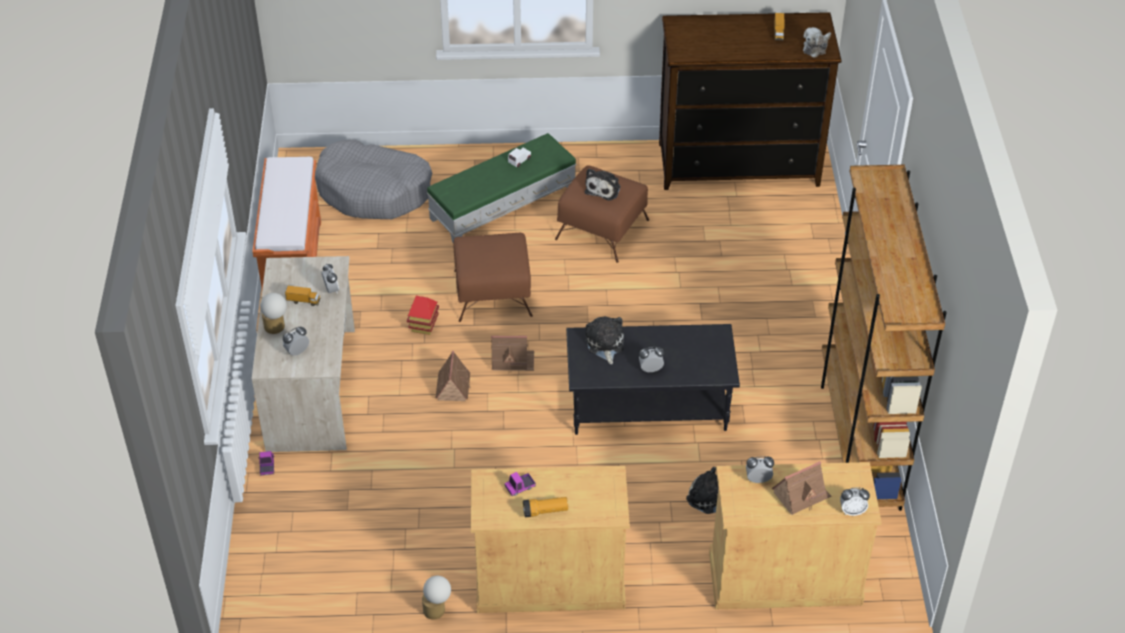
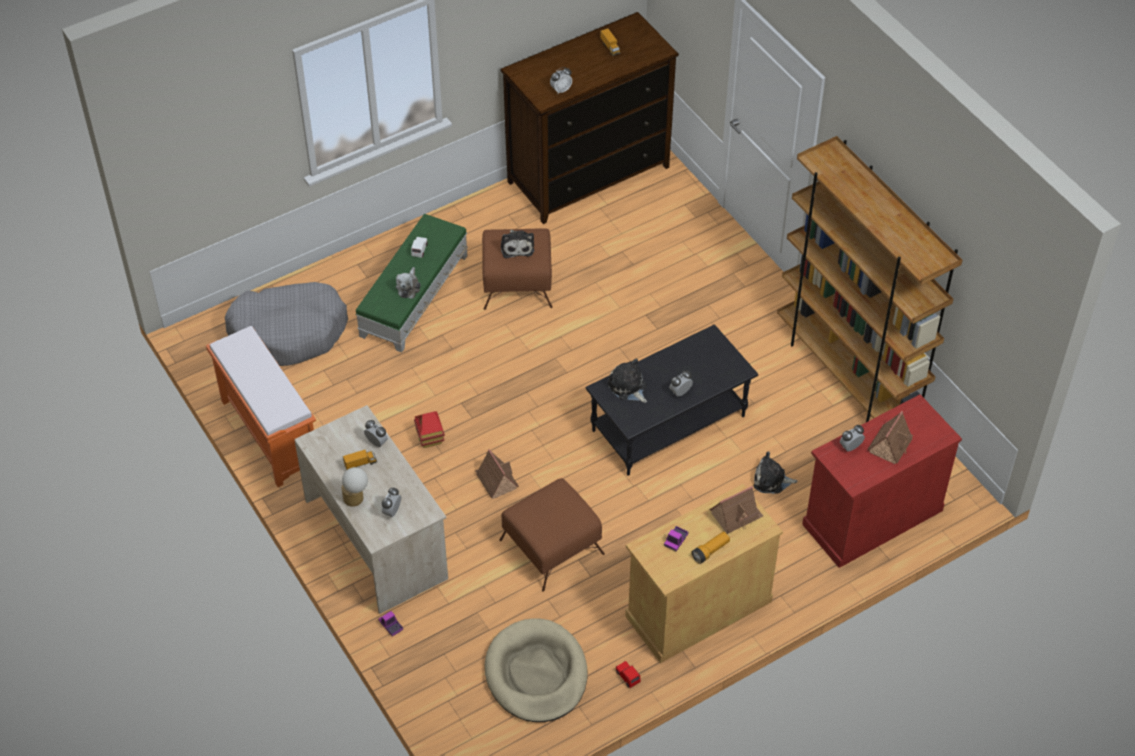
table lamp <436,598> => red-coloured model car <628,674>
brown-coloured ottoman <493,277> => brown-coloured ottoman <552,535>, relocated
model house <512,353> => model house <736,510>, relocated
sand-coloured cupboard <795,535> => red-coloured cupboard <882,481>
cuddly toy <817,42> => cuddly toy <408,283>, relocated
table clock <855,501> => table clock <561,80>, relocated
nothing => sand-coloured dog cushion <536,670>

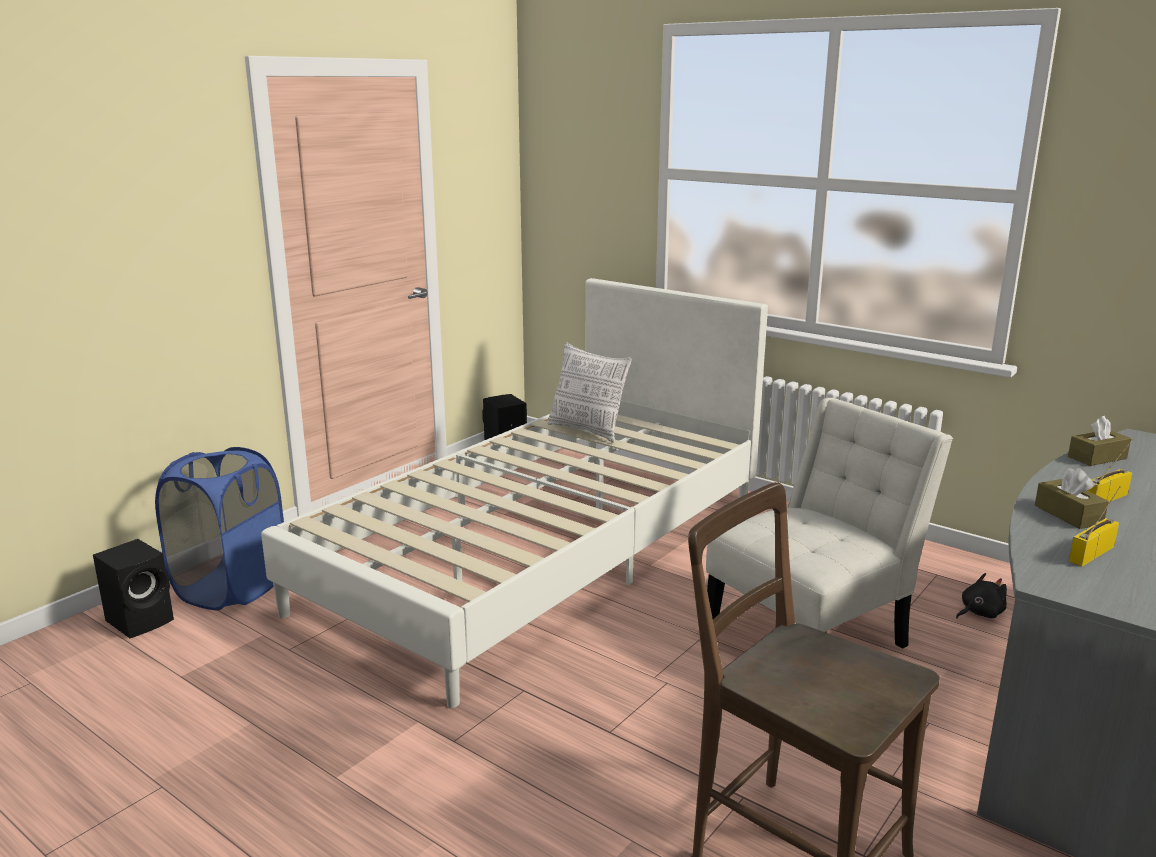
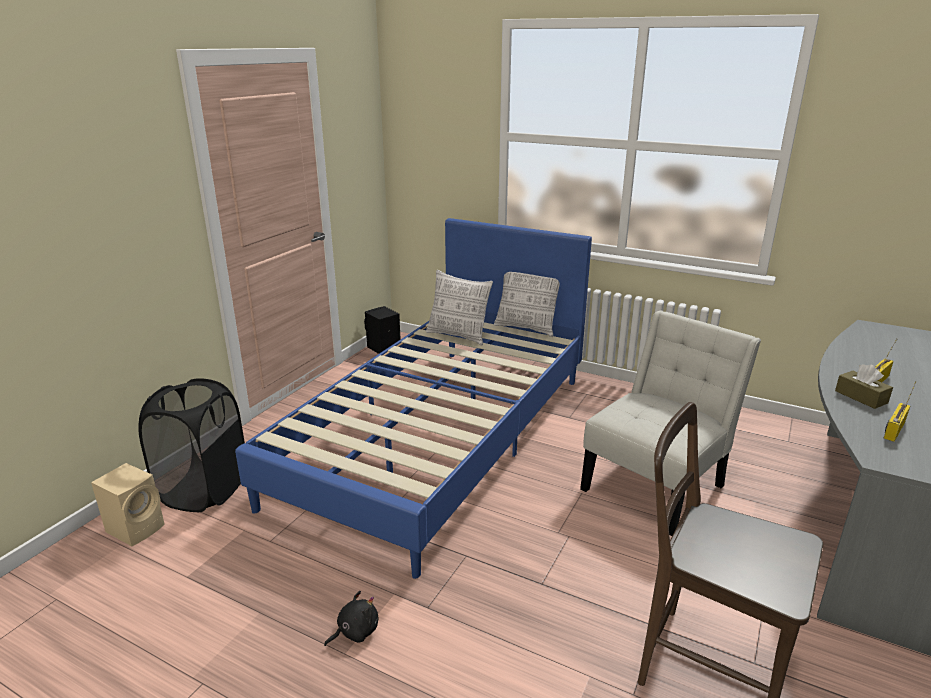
black-coloured audio speaker <133,588> => sand-coloured audio speaker <128,504>
blue-coloured hamper <219,528> => black-coloured hamper <191,445>
white sleeping bed <514,493> => blue-coloured sleeping bed <413,398>
black-coloured cuddly toy <981,596> => black-coloured cuddly toy <351,618>, relocated
brown-coloured tissue holder <1099,441> => nothing
nothing => throw pillow <527,304>

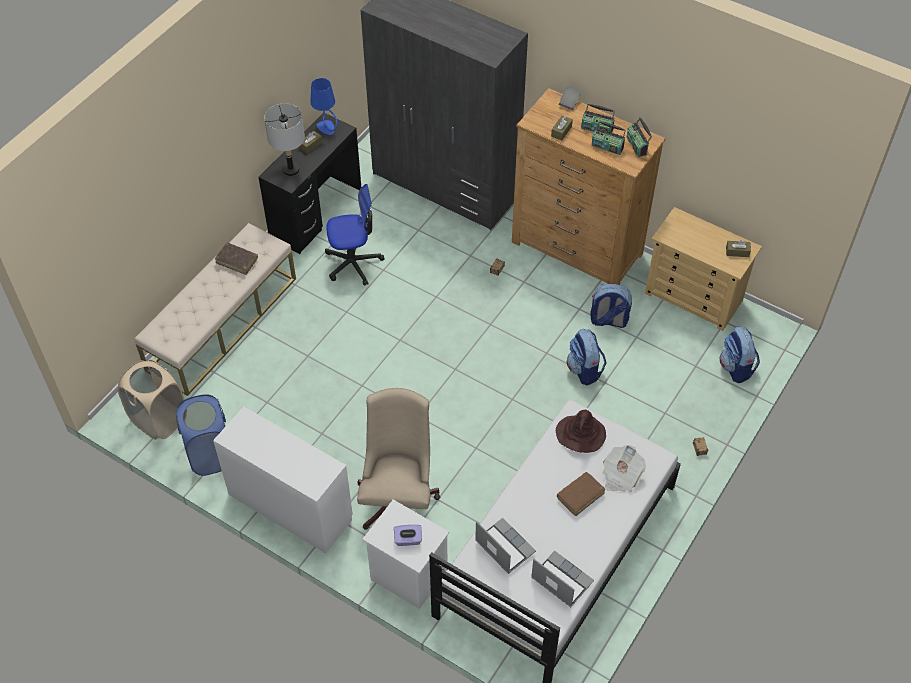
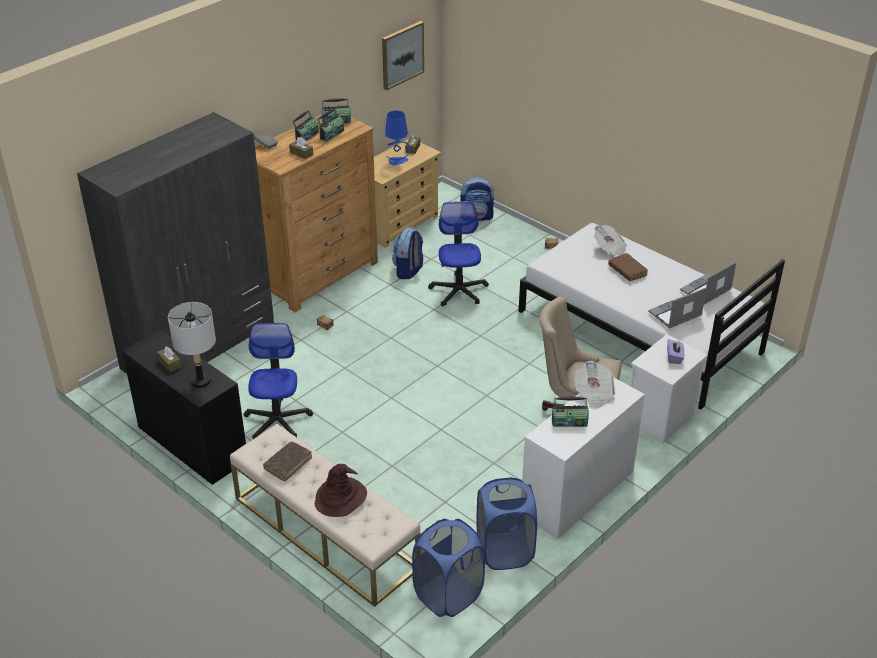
sand-coloured hamper <151,400> => blue-coloured hamper <448,568>
blue-coloured table lamp <323,106> => blue-coloured table lamp <397,137>, relocated
brown-coloured wearable hat <581,431> => brown-coloured wearable hat <341,490>, relocated
backpack <586,356> => desk chair <458,253>
nothing => picture <403,56>
nothing => radio receiver <570,412>
nothing => newspaper <594,385>

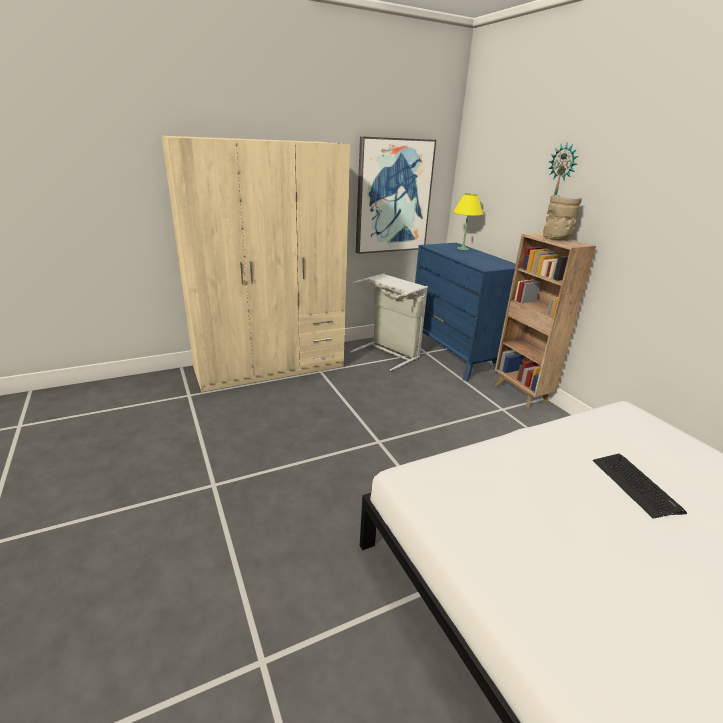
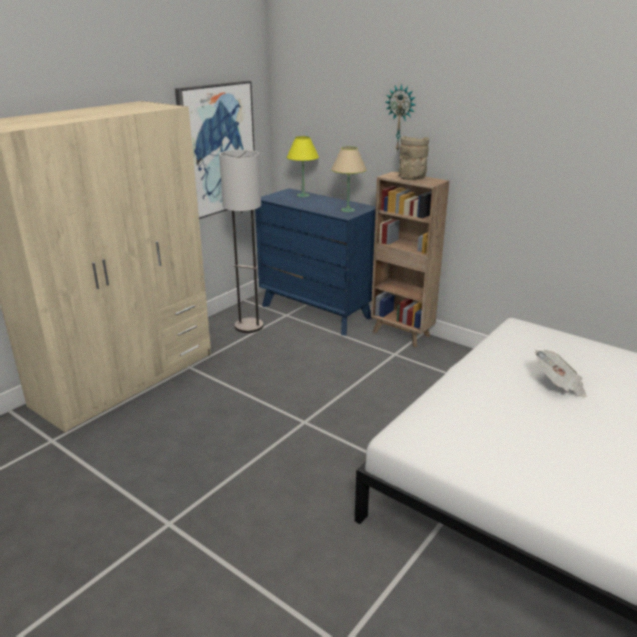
gray hamper <389,322> => standing lamp <241,241>
computer keyboard <640,486> => newspaper <561,373>
nothing => sand-coloured table lamp <349,179>

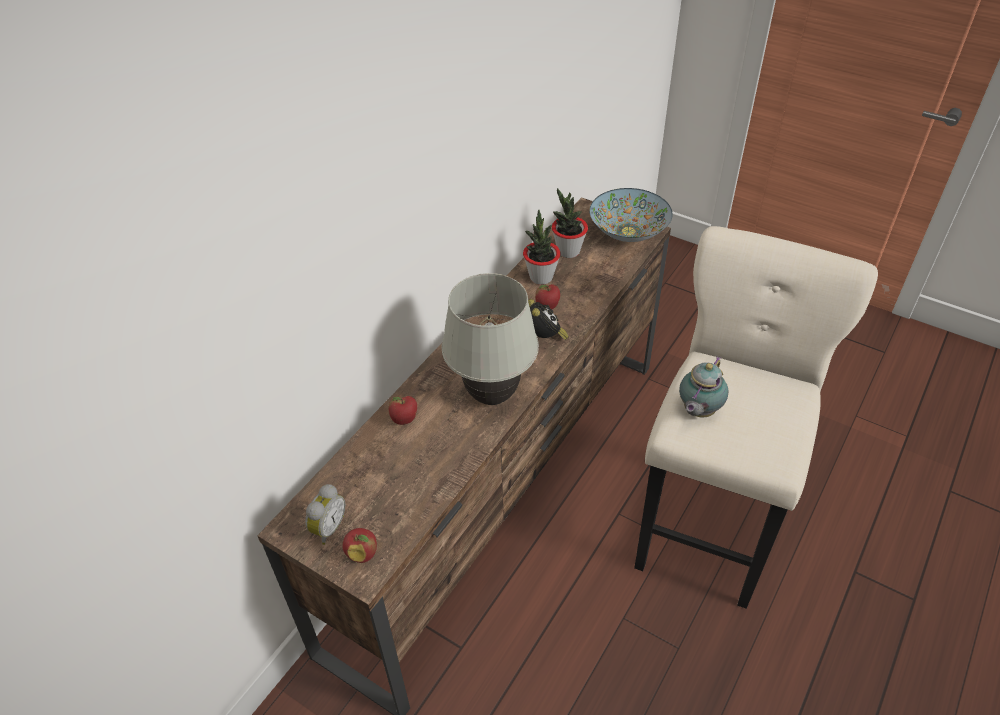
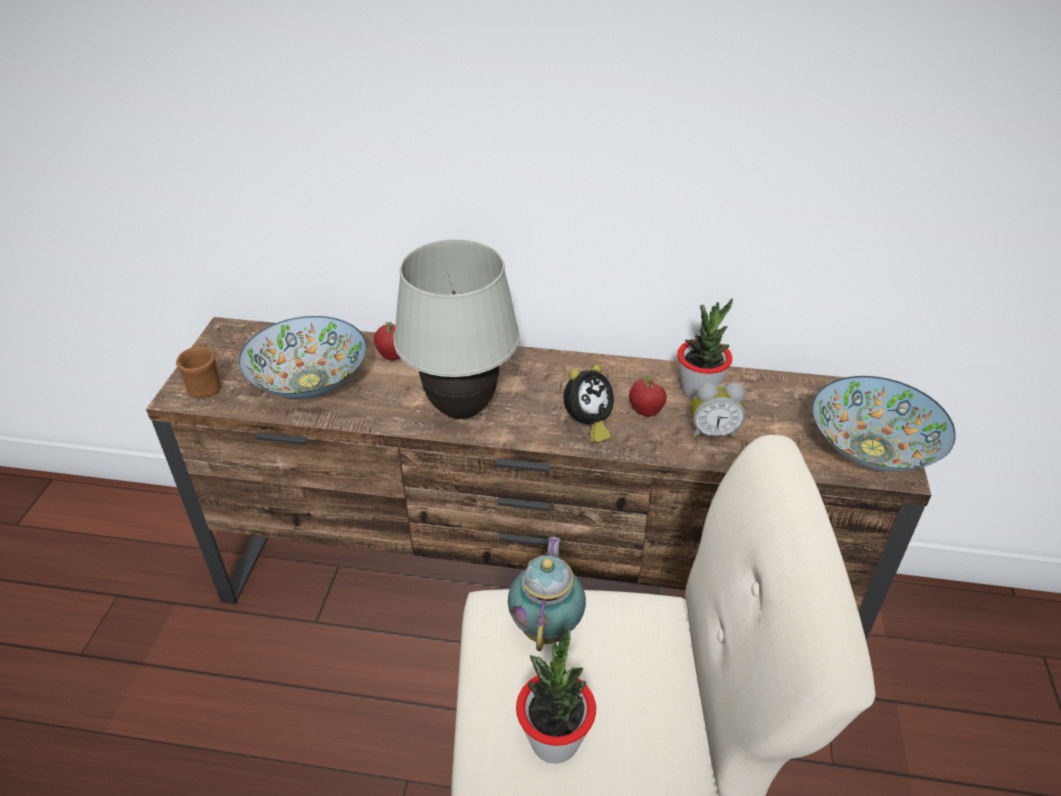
table clock <325,514> => table clock <718,410>, relocated
apple fruit <359,545> => brown-coloured tea mug <198,371>
plant in a pot <570,223> => plant in a pot <556,695>, relocated
tea pot <704,386> => tea pot <547,594>, 90 degrees clockwise
nothing => deep dish <302,357>

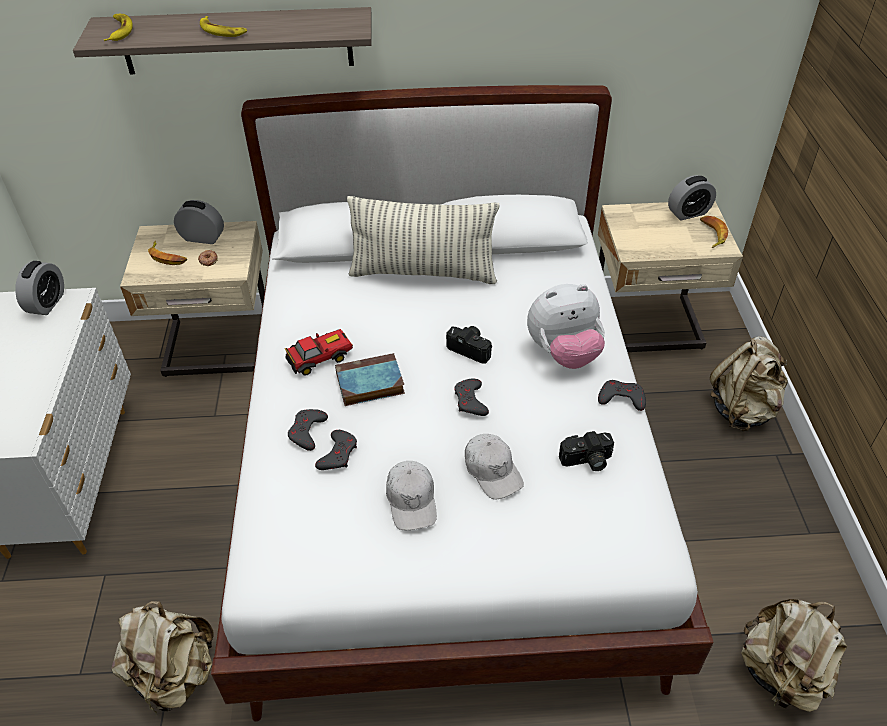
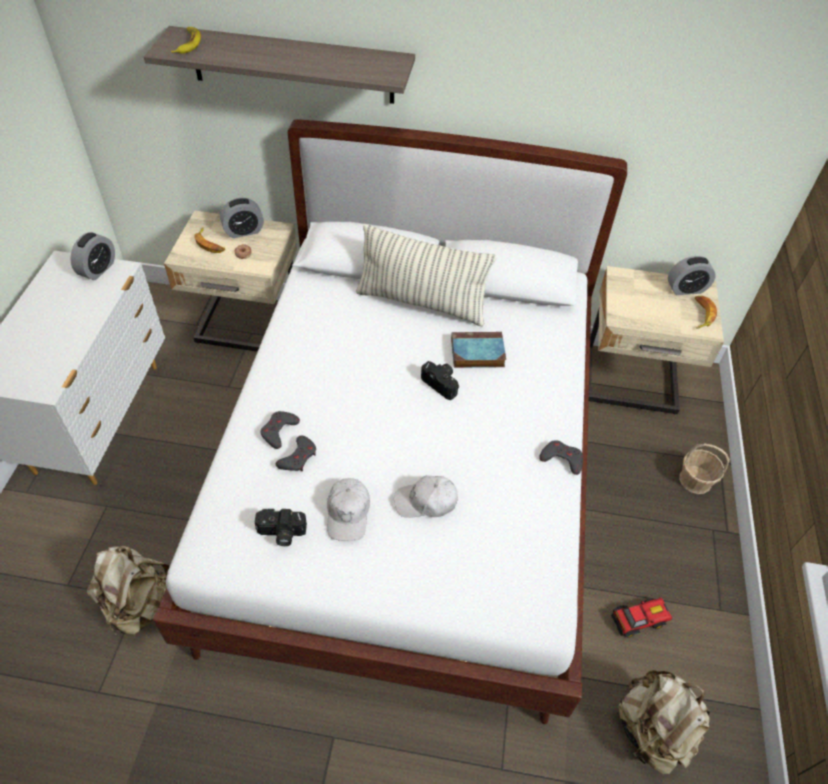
table clock <199,222> => table clock <242,218>, 135 degrees clockwise
whole banana <223,26> => nothing
model car <319,352> => model car <641,618>, relocated
book <370,379> => book <478,350>, relocated
gray gamepad <471,397> => nothing
white cap <494,466> => white cap <426,497>, 105 degrees clockwise
cuddly toy <566,326> => nothing
photo camera <586,451> => photo camera <281,527>, relocated
sand-coloured backpack <749,383> => basket <704,469>

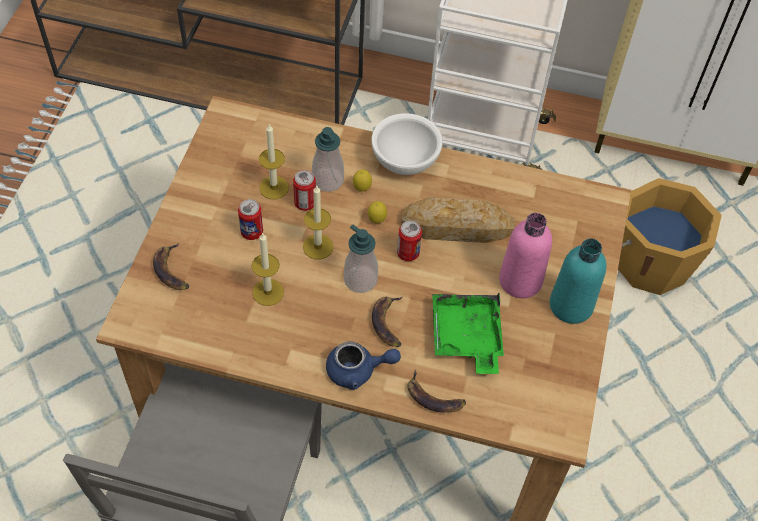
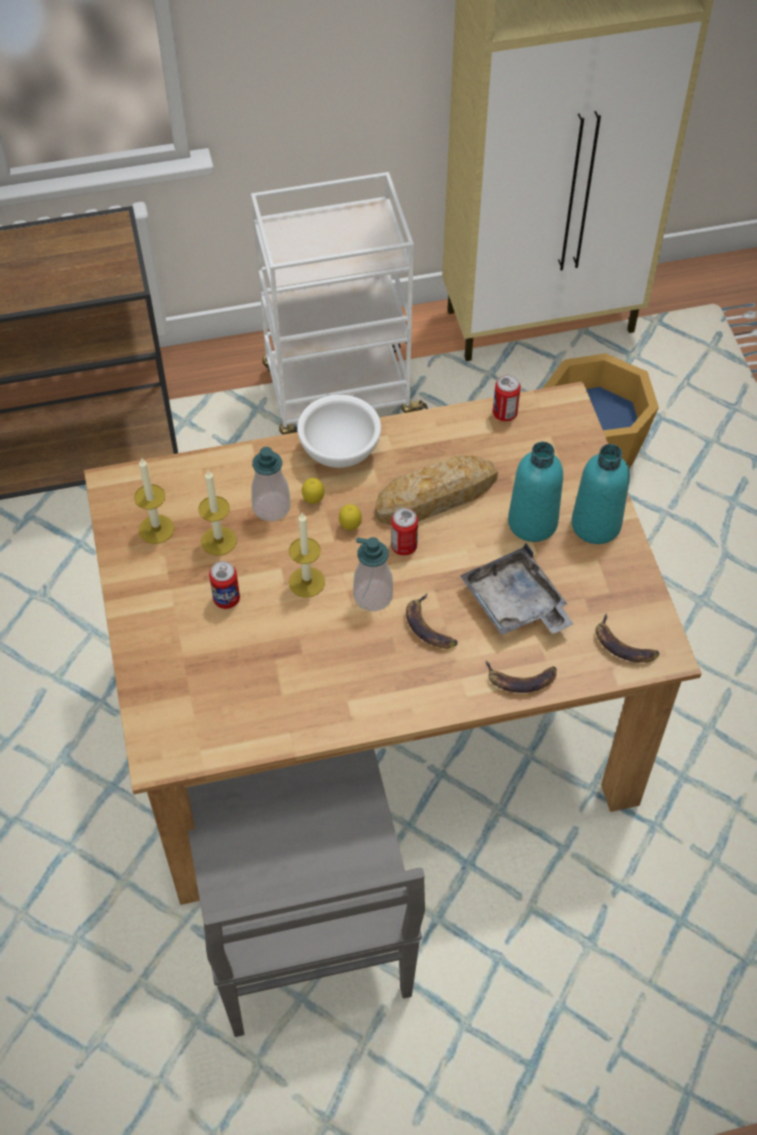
whole banana <171,266> => whole banana <627,638>, relocated
wax light <268,269> => wax light <154,500>, relocated
metal can <304,190> => metal can <507,398>, relocated
blue-coloured tea pot <363,365> => nothing
greenish tray <468,333> => gray tray <517,589>
pinkish beverage bottle <525,255> => turquoise beverage bottle <535,492>

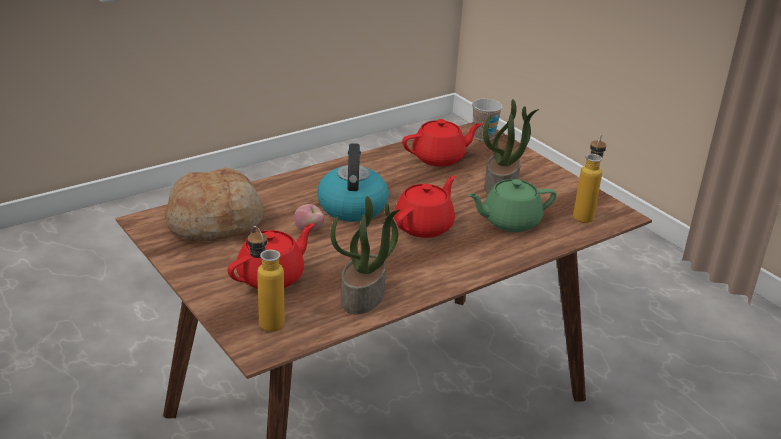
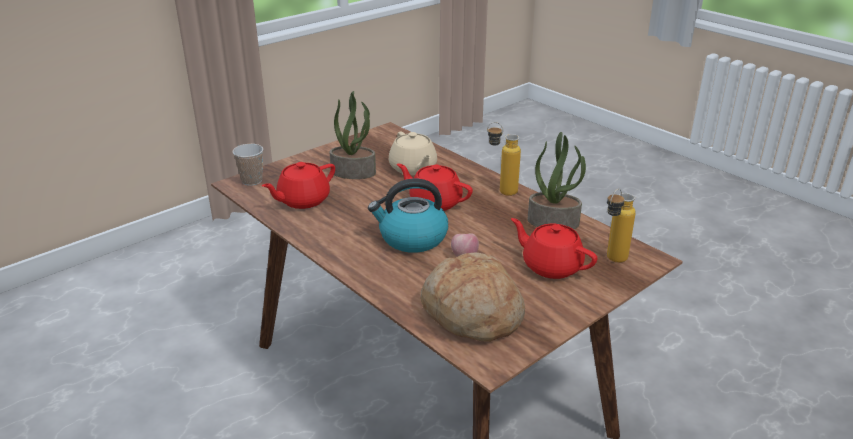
red-coloured tea pot <442,143> => red-coloured tea pot <298,185>, 105 degrees counterclockwise
greenish tea pot <512,205> => sand-coloured tea pot <413,153>
beverage bottle <589,178> => beverage bottle <504,159>, relocated

